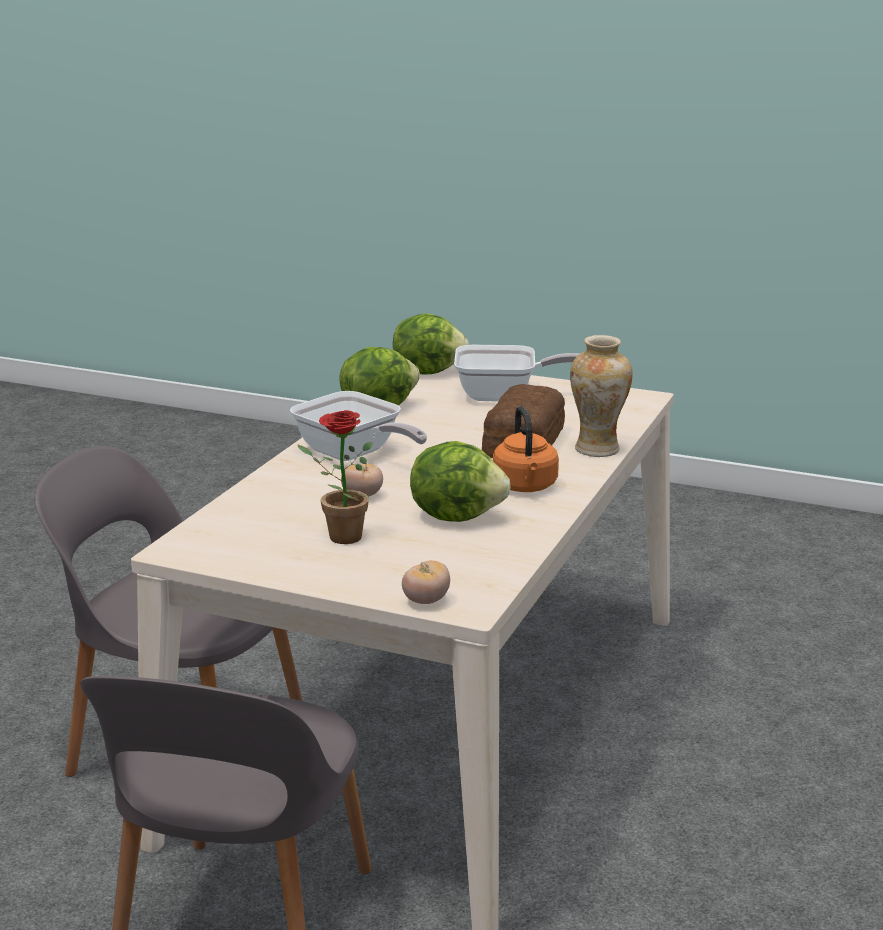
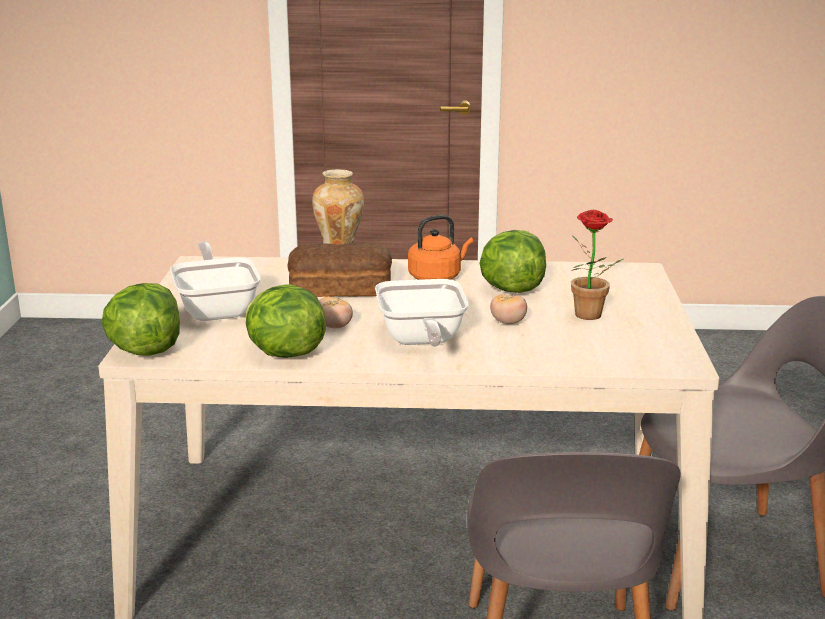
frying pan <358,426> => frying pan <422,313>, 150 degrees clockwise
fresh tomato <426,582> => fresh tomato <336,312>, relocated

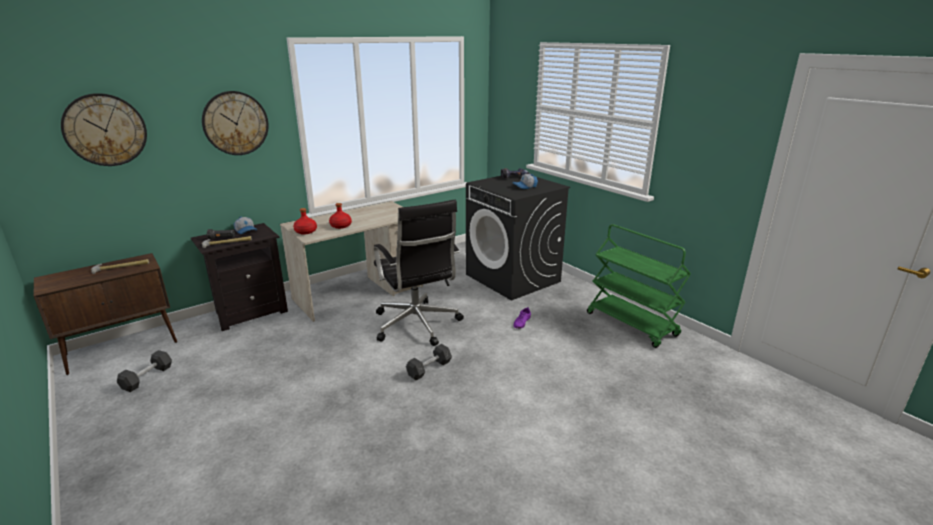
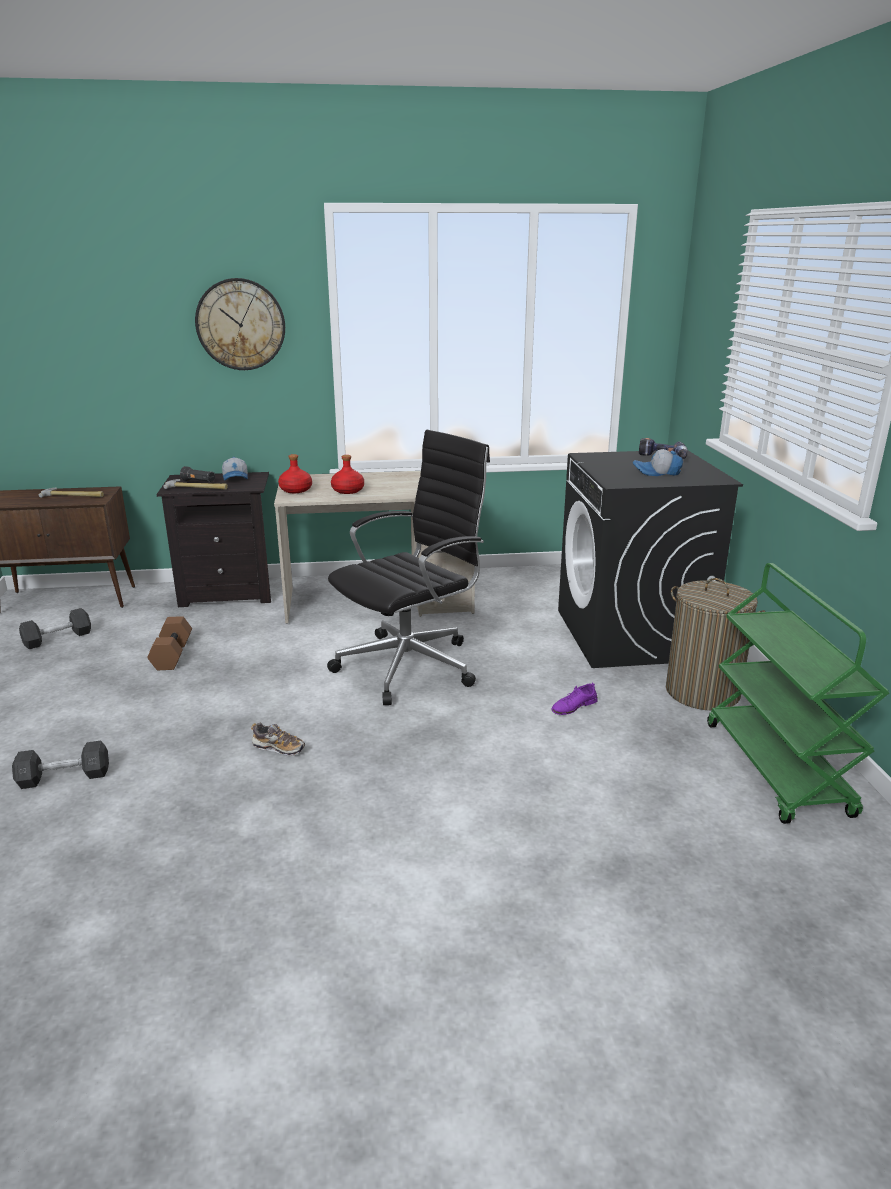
clock on the wall <104,129> => nothing
black-coloured desk chair <419,273> => black-coloured desk chair <408,567>, 135 degrees counterclockwise
gray free weight <429,362> => gray free weight <60,765>, relocated
nothing => brown-coloured free weight <169,643>
nothing => low shoe <278,739>
nothing => hamper <715,644>

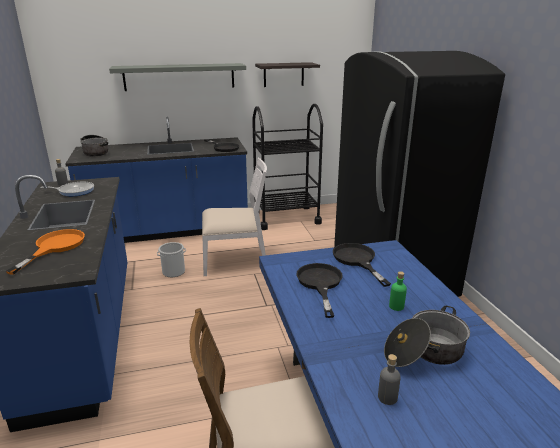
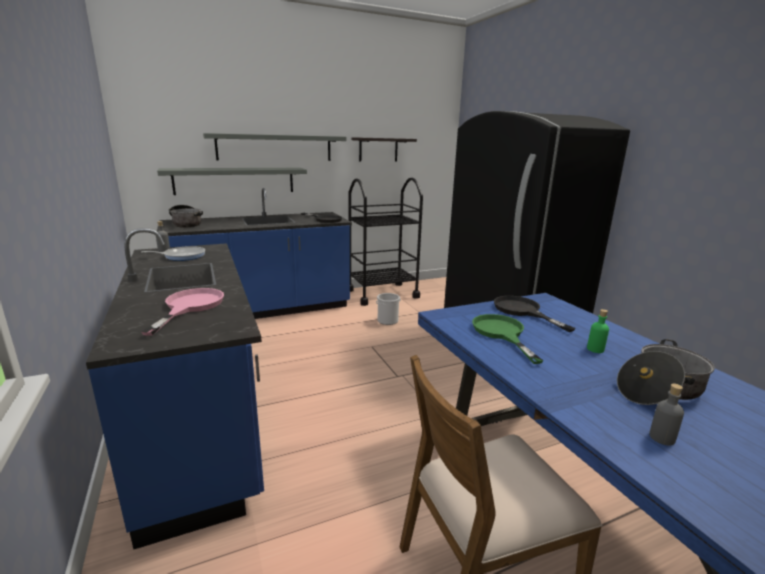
orange frying pan <45,252> => pinkish frying pan <182,312>
water bucket <171,259> => water bucket <388,309>, relocated
white chair <234,217> => nothing
black-coloured frying pan <319,290> => greenish frying pan <507,339>
nothing => gray wall shelf <232,181>

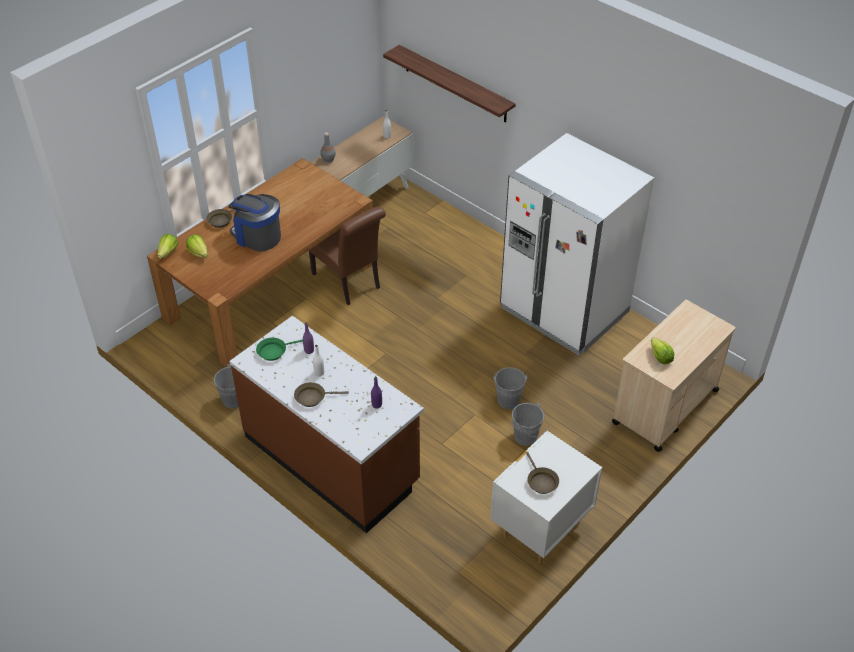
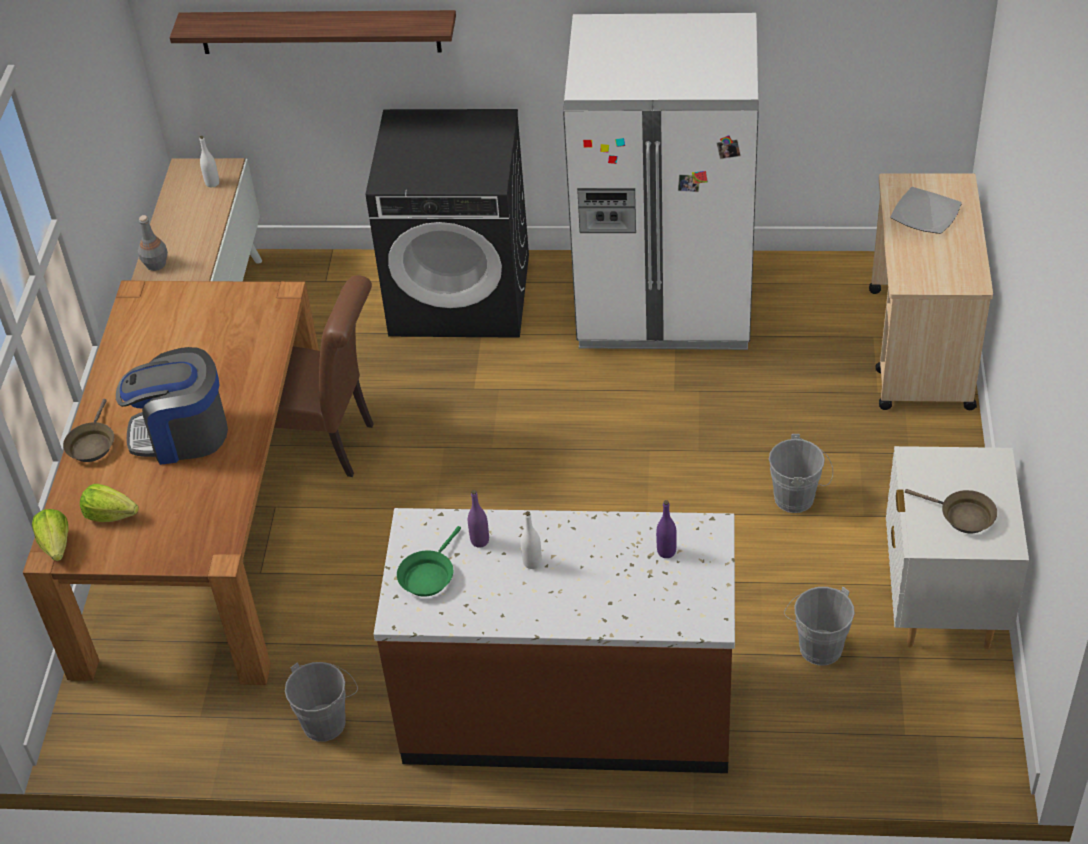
brown-coloured frying pan <321,394> => nothing
gray water bucket <510,388> => gray water bucket <819,626>, relocated
lettuce <663,351> => nothing
nothing => black-coloured washing machine <447,223>
nothing => plate <926,210>

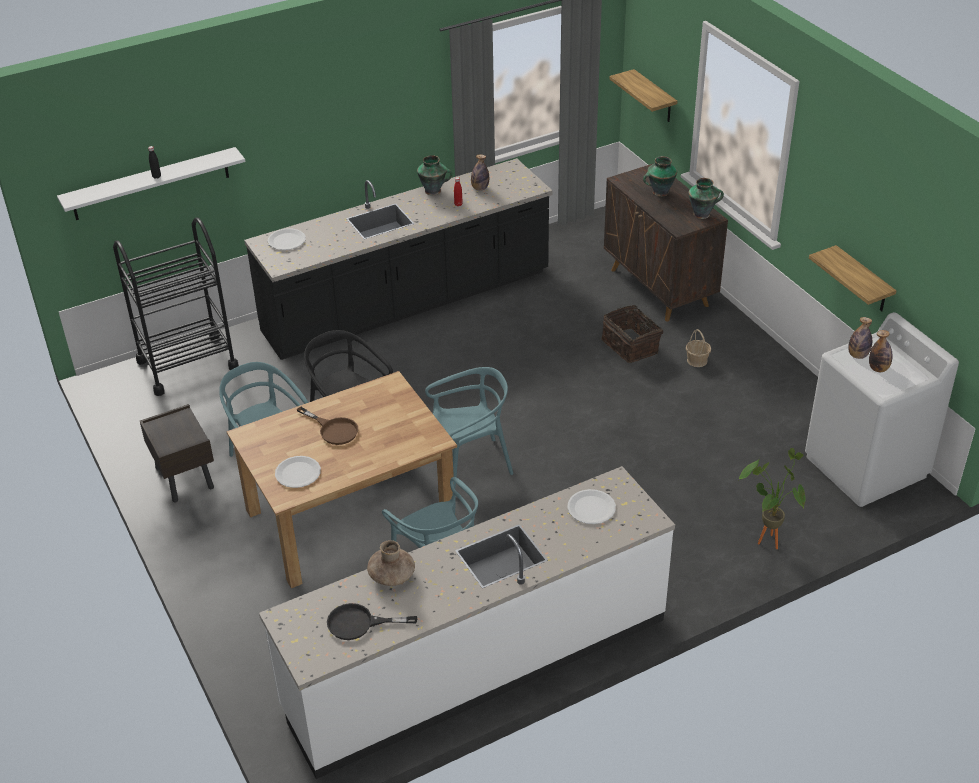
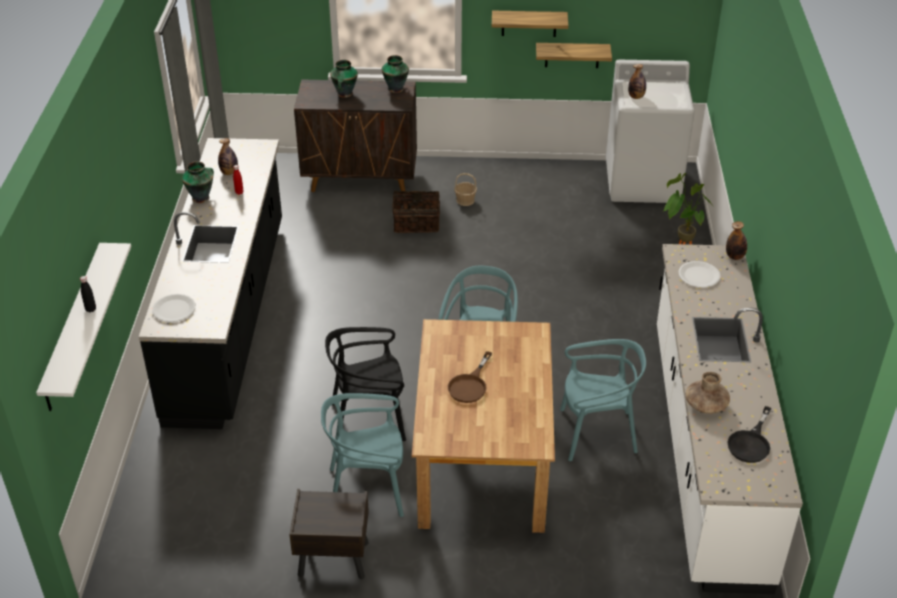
black-coloured cart <176,306> => nothing
white plate <298,472> => nothing
brown-coloured frying pan <327,426> => brown-coloured frying pan <470,377>, 135 degrees clockwise
wall shelf <643,95> => wall shelf <530,24>, relocated
beverage bottle <881,351> => beverage bottle <736,240>, relocated

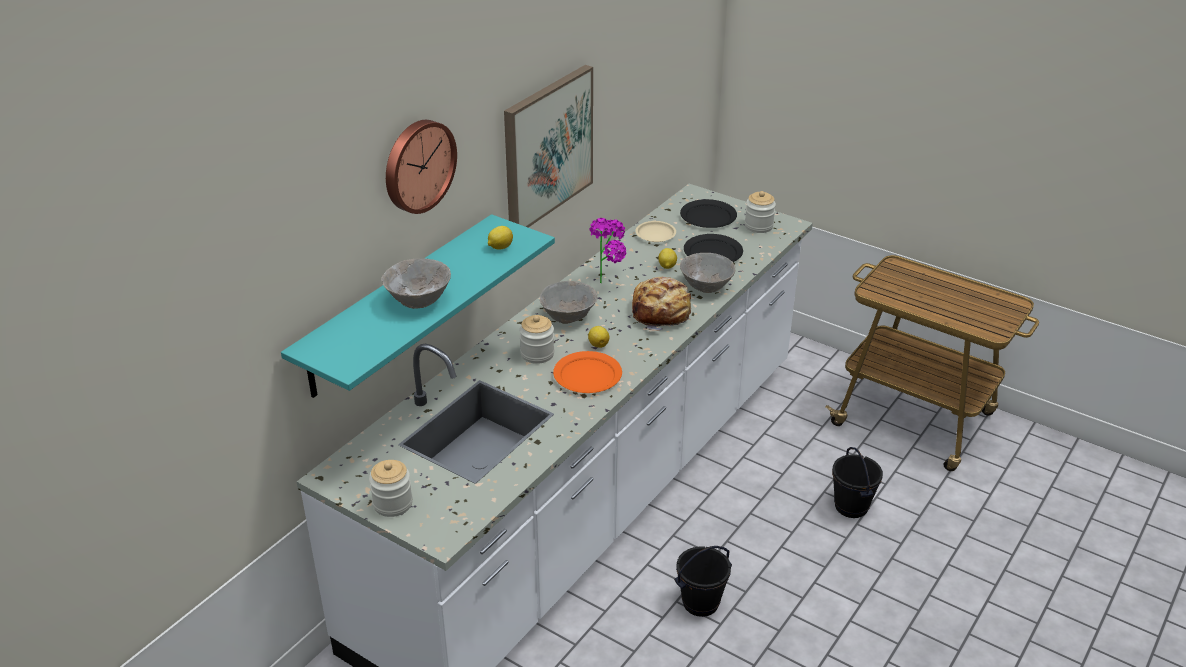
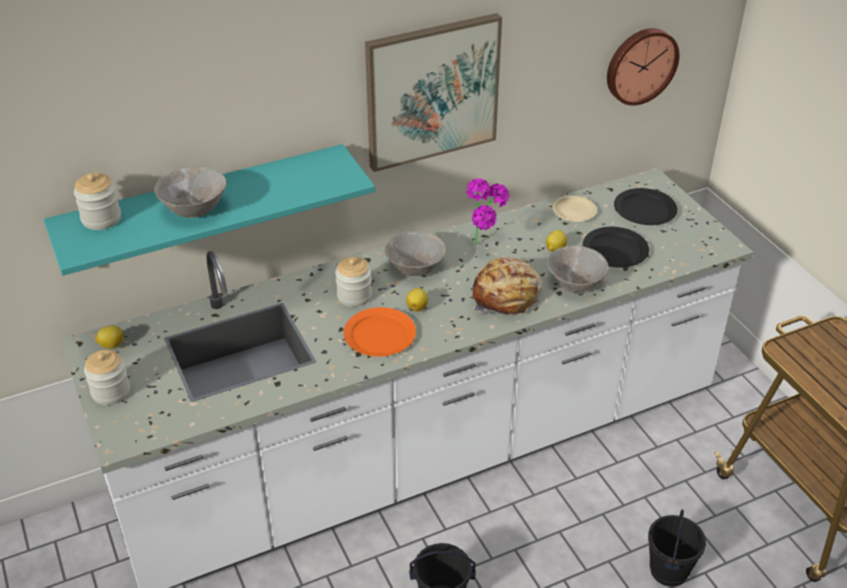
clock on the wall <421,167> => clock on the wall <643,67>, relocated
lemon <500,238> => lemon <109,337>, relocated
preserve jar <760,212> => preserve jar <97,201>, relocated

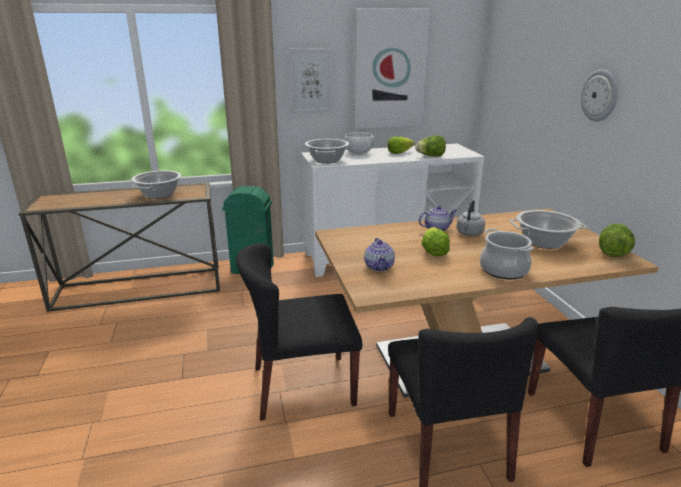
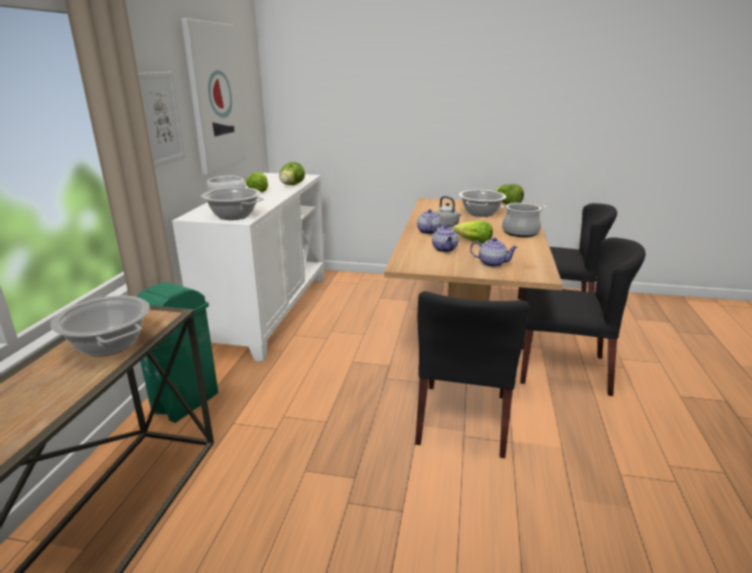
clock on the wall <599,95> => nothing
nothing => tea pot <445,238>

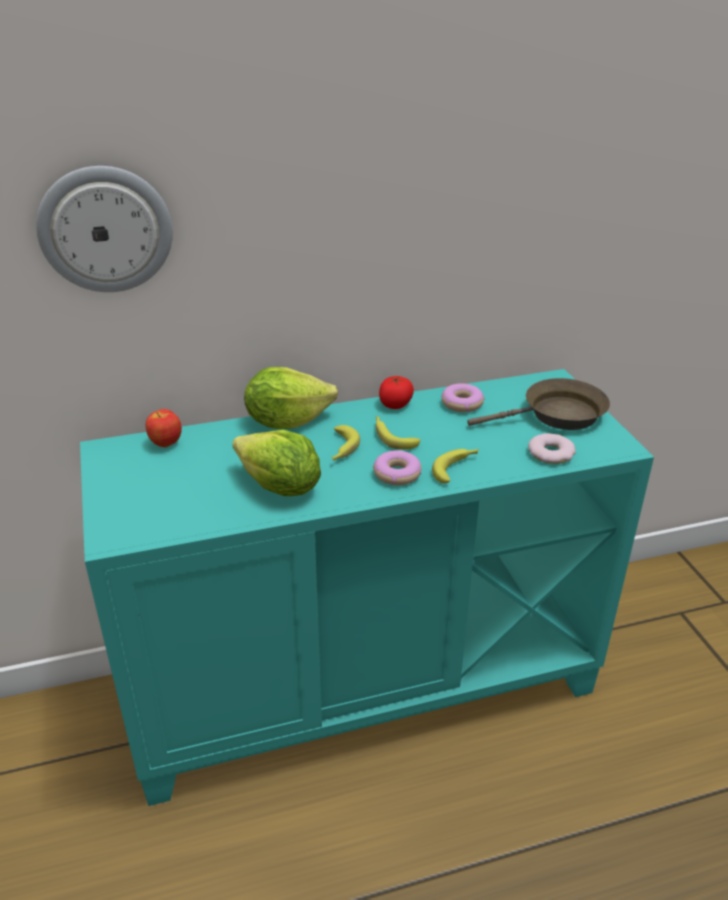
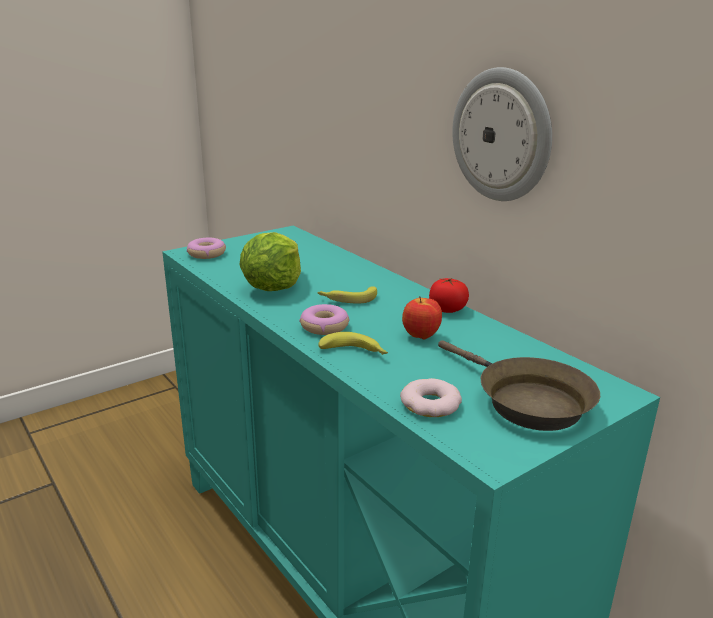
clock on the wall <104,229> => clock on the wall <502,134>, relocated
apple fruit <164,428> => apple fruit <422,318>, relocated
lettuce <291,398> => nothing
whole banana <398,433> => nothing
doughnut <463,397> => doughnut <206,248>, relocated

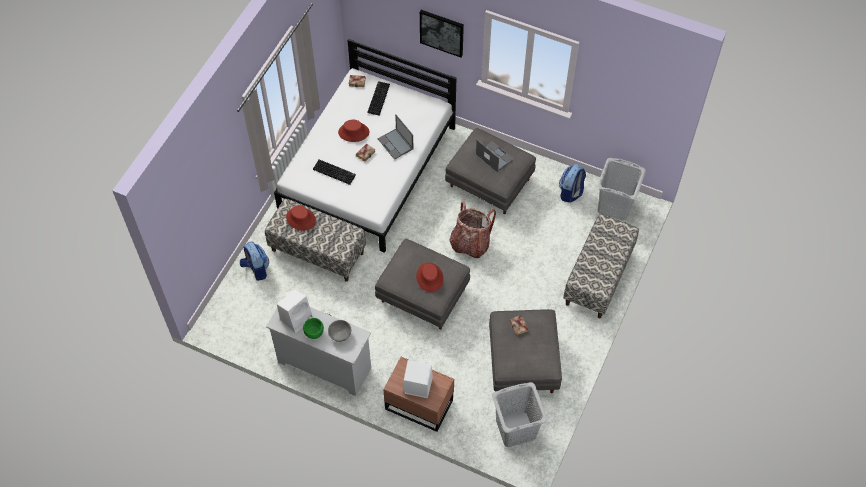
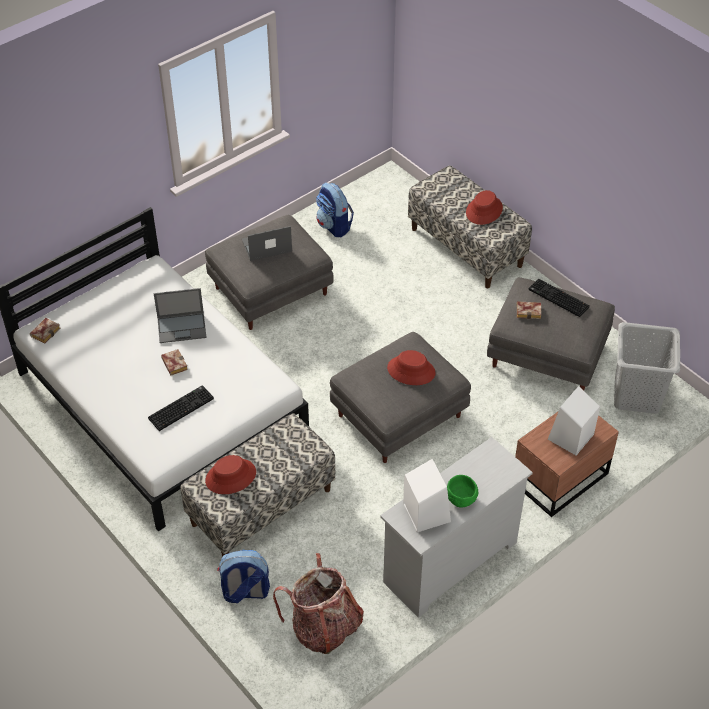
gray deep dish <339,331> => nothing
red-coloured wearable hat <353,131> => red-coloured wearable hat <484,207>, relocated
computer keyboard <379,98> => computer keyboard <558,298>, relocated
picture <442,34> => nothing
backpack <473,230> => backpack <318,603>, relocated
gray hamper <621,189> => nothing

